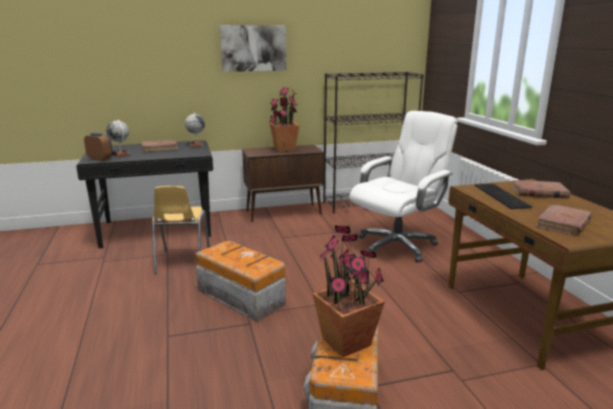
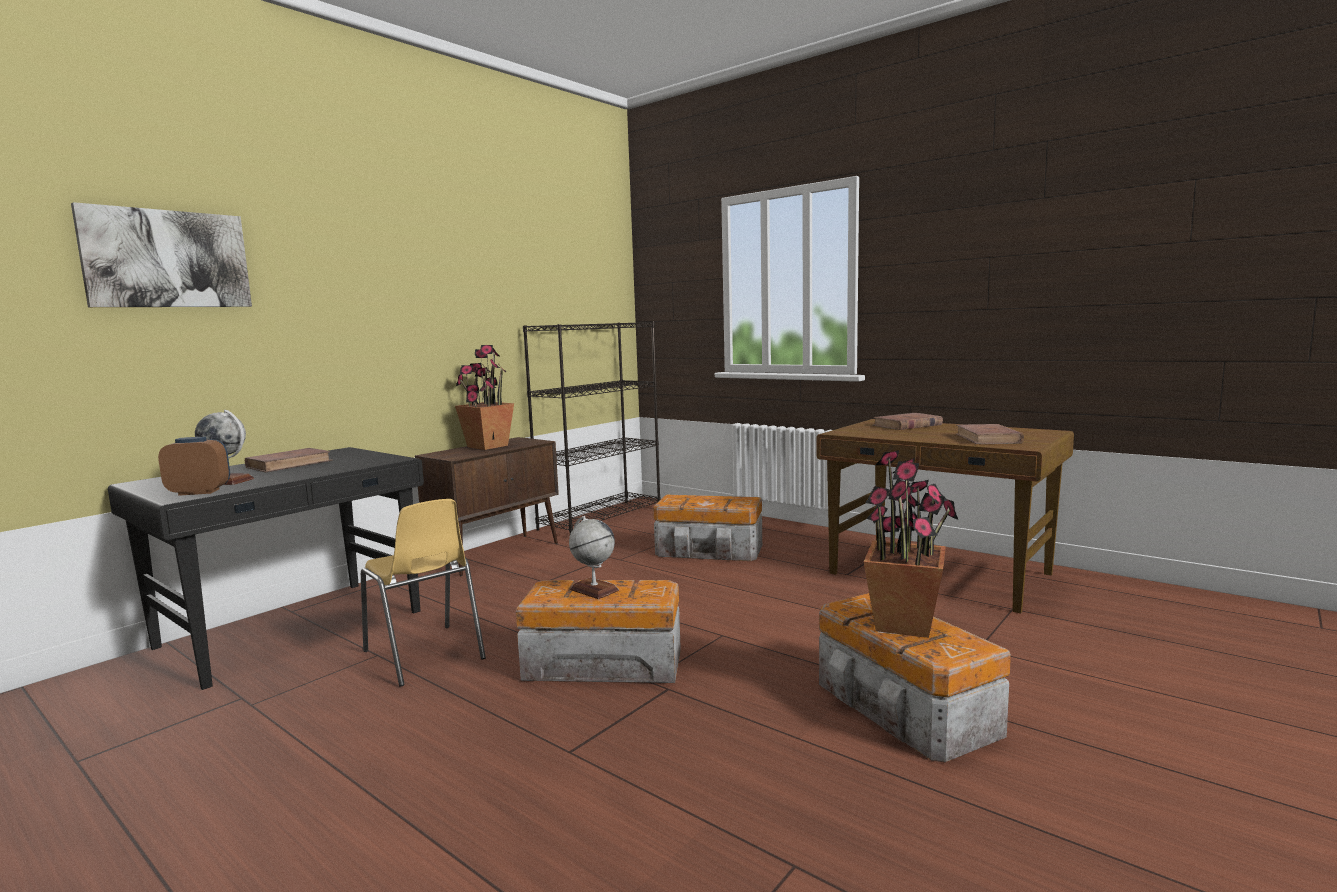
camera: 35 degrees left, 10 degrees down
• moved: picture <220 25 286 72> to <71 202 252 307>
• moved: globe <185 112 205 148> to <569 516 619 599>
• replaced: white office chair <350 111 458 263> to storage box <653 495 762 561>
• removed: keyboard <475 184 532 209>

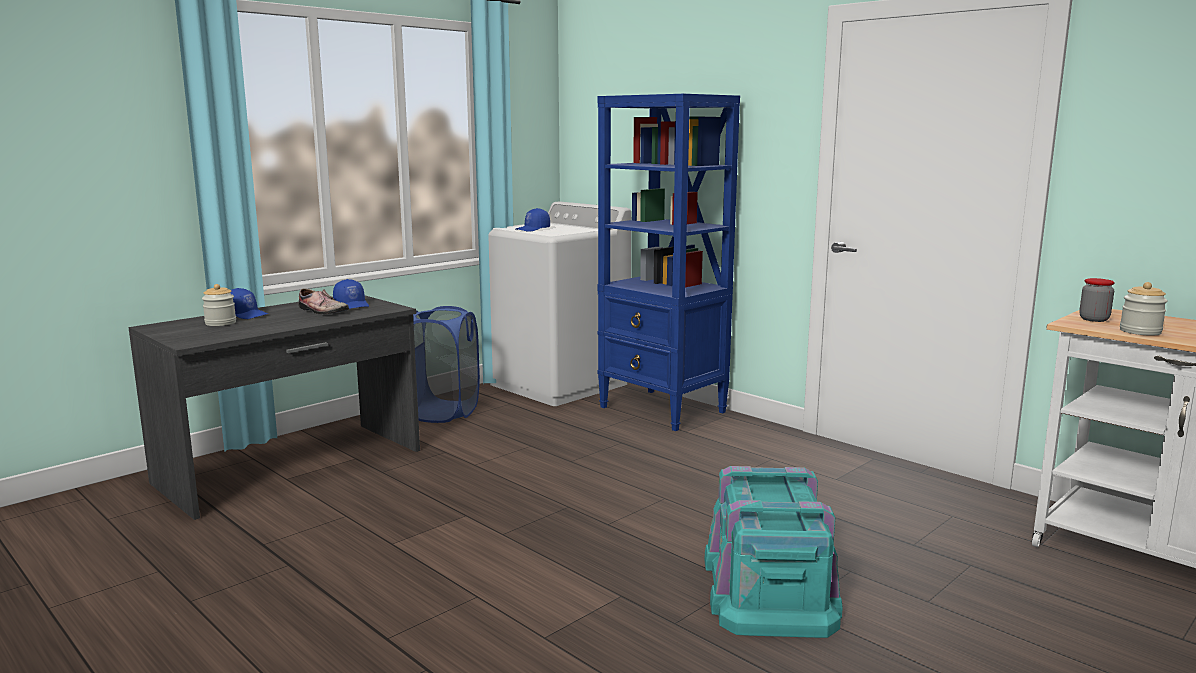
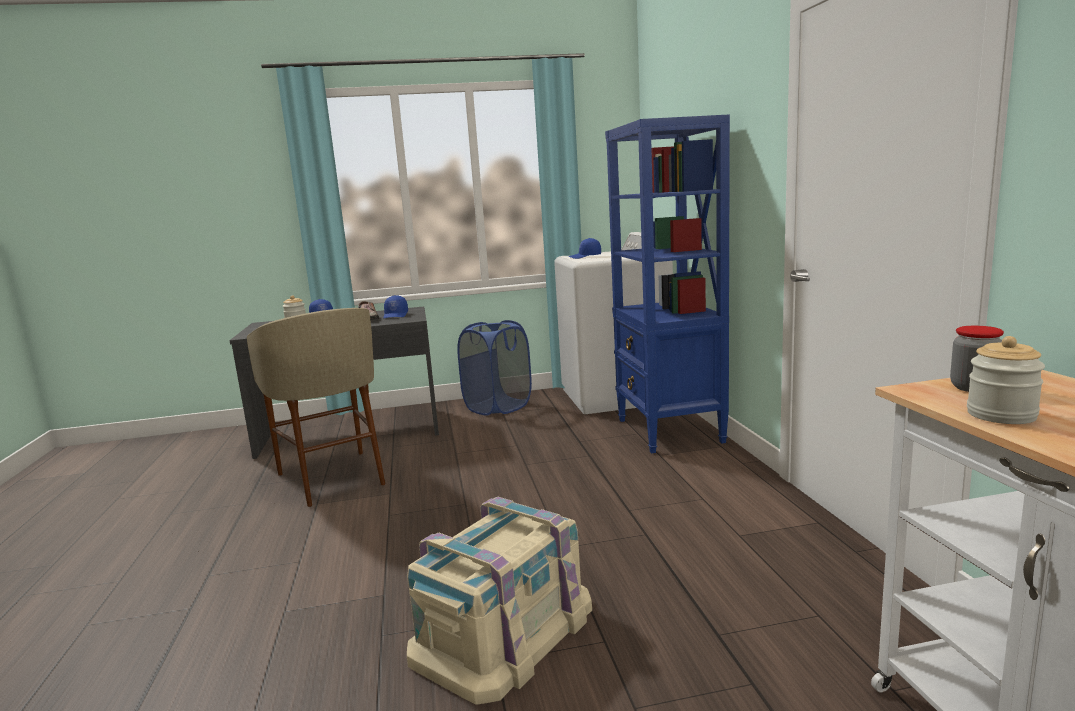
camera: 35 degrees right, 0 degrees up
• added: beige stool <247 308 385 507>
• recoloured: turquoise storage box <704 466 843 638> to beige storage box <407 497 592 705>

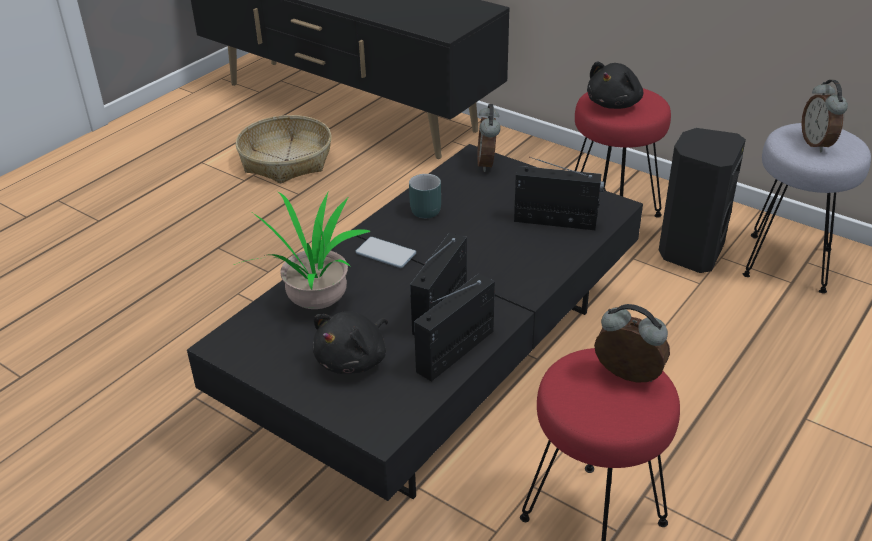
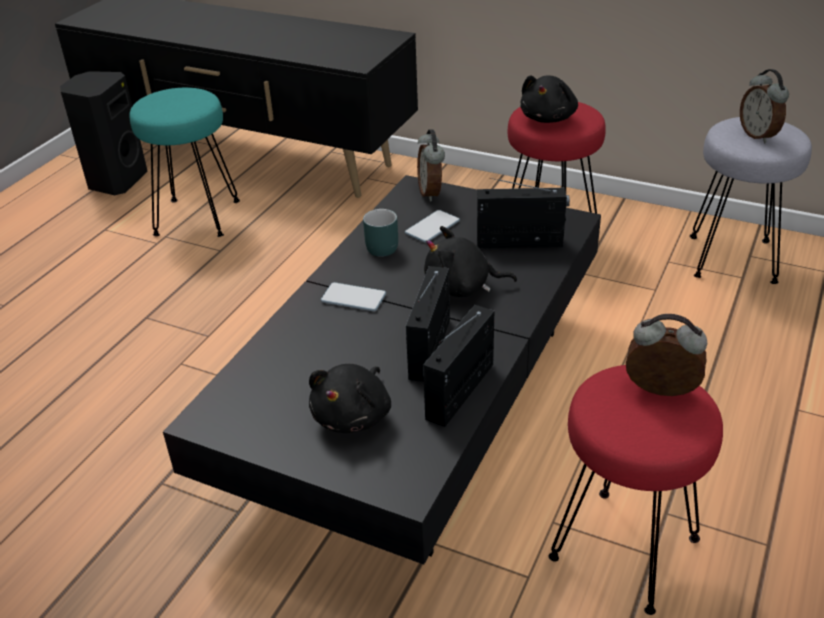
camera: 10 degrees left, 0 degrees up
• moved: black speaker <659 128 746 273> to <60 71 148 195>
• replaced: basket <236 115 332 184> to turquoise stool <130 88 240 237>
• added: phone <405 210 460 243>
• added: black plush toy <424 226 517 297>
• removed: potted plant <234 190 370 309>

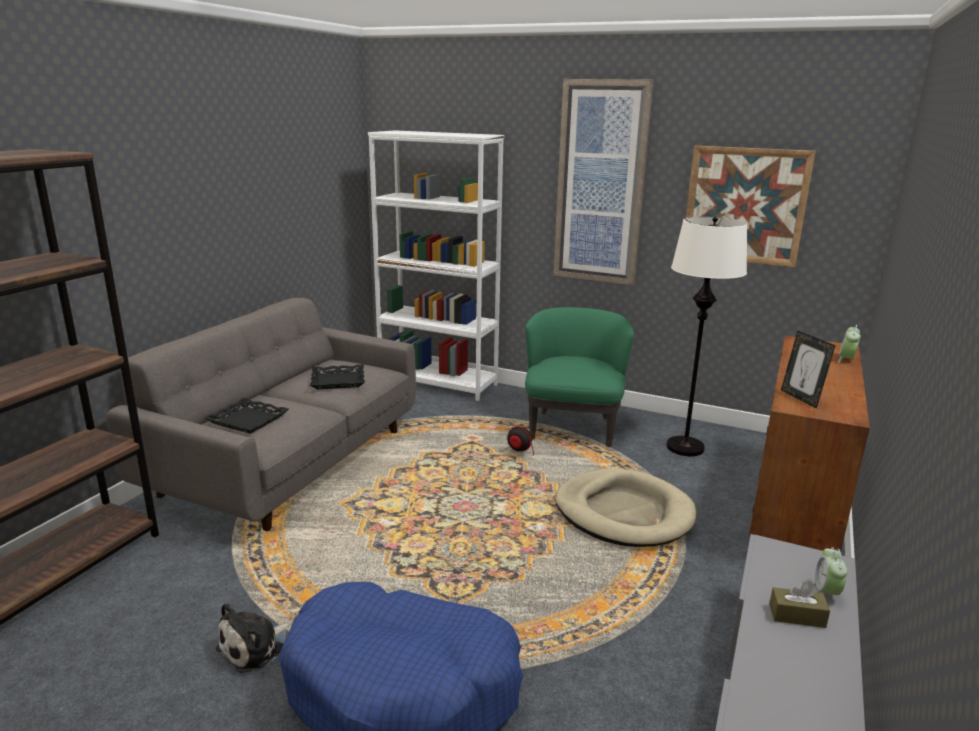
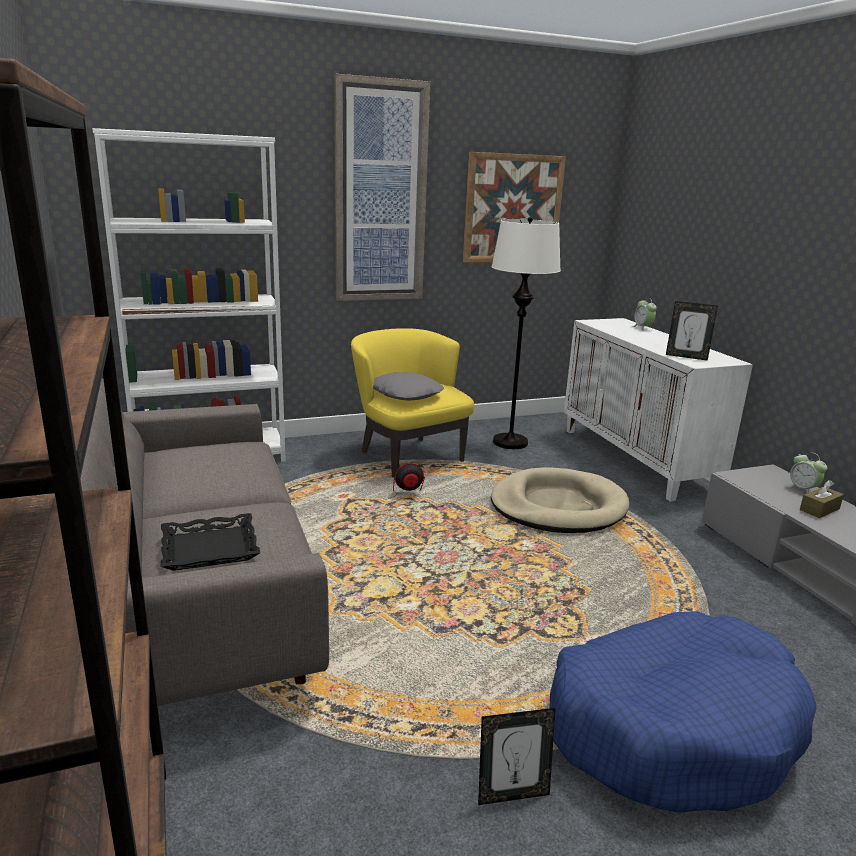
camera: 45 degrees left, 0 degrees up
• recoloured: green armchair <525 307 634 447> to yellow armchair <351 328 474 478>
• added: grey pillow <373 372 444 401>
• replaced: plush toy <216 603 289 673> to picture frame <478 708 556 805>
• recoloured: brown cabinet <749 335 870 552> to white cabinet <564 318 753 502>
• removed: black tray <310 364 365 389>

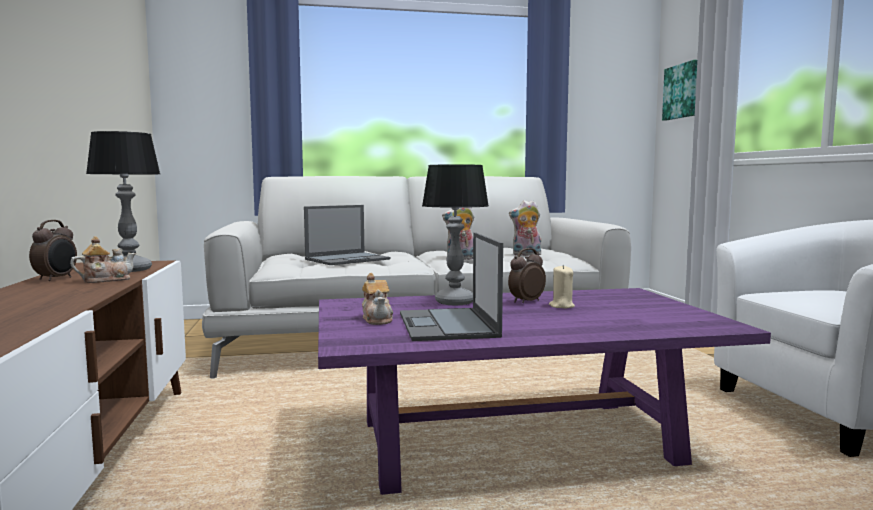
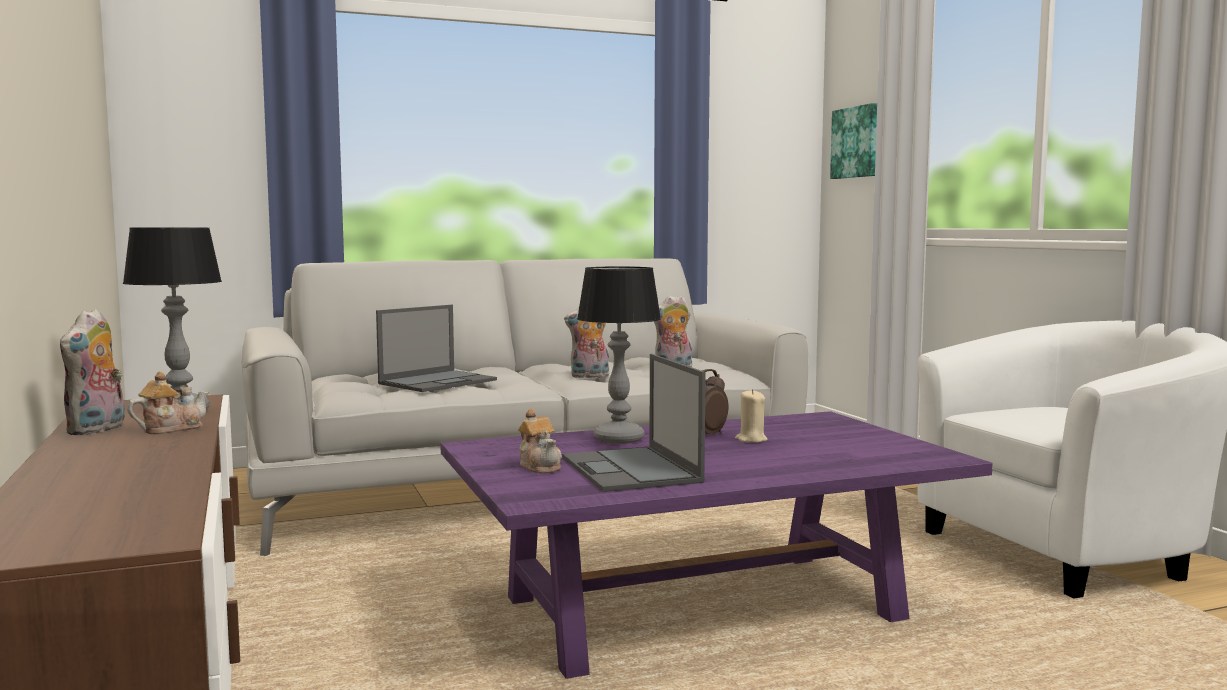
camera: 10 degrees left, 0 degrees up
• replaced: alarm clock <29 220 77 281> to plush toy <60 309 125 435>

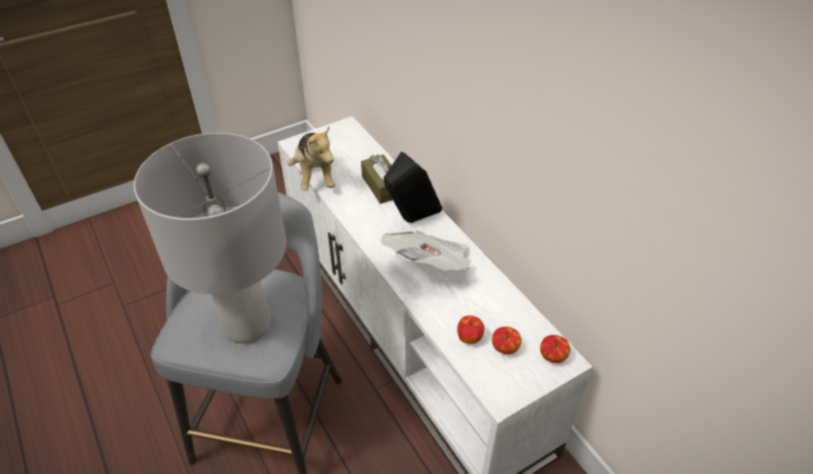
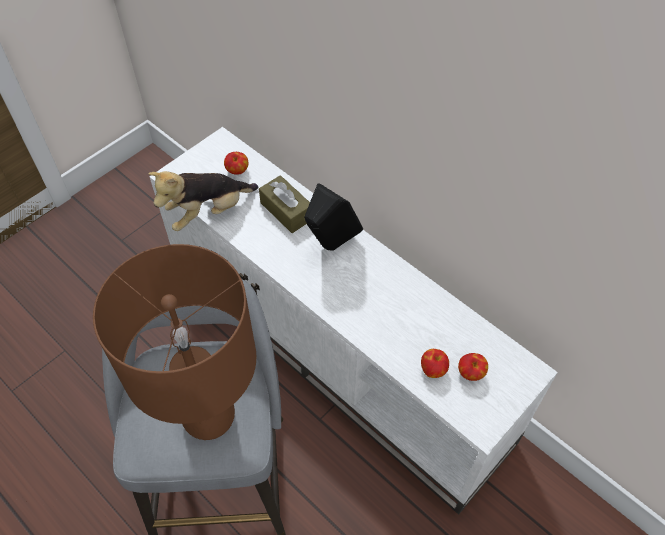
camera: 15 degrees left, 10 degrees up
• recoloured: grey table lamp <134 133 287 344> to brown table lamp <93 244 256 440>
• turned: plush toy <287 127 335 191> = <148 171 258 231> 90 degrees clockwise
• moved: apple <540 335 570 363> to <224 152 249 175>
• removed: newspaper <381 231 472 270>

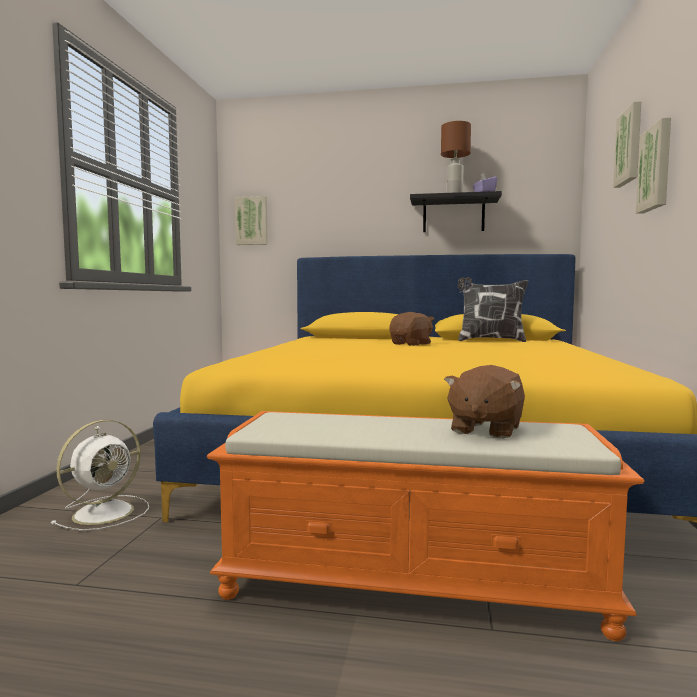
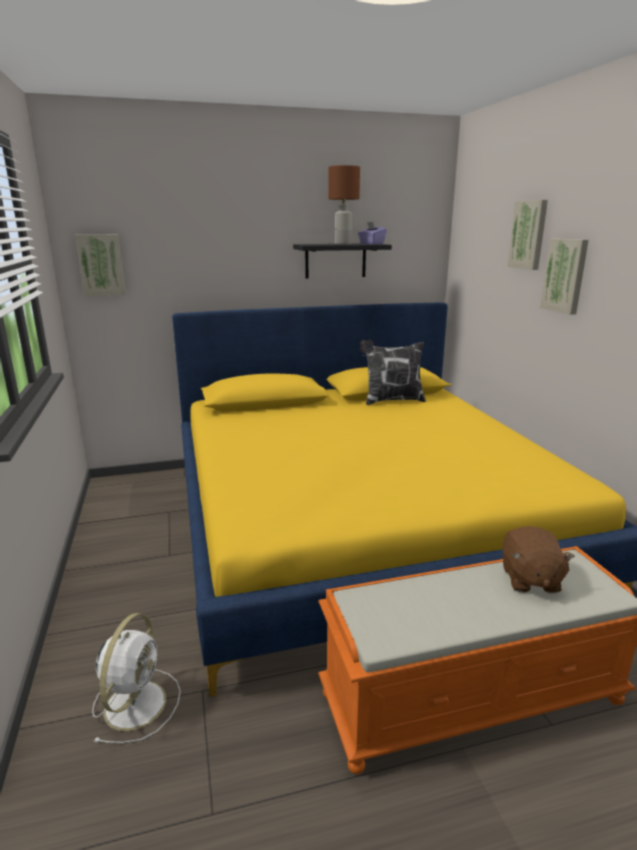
camera: 25 degrees left, 15 degrees up
• removed: brown plush toy <389 312 434 346>

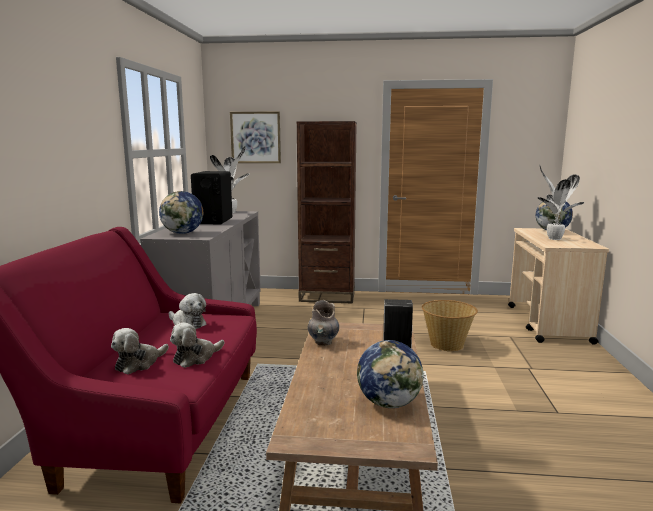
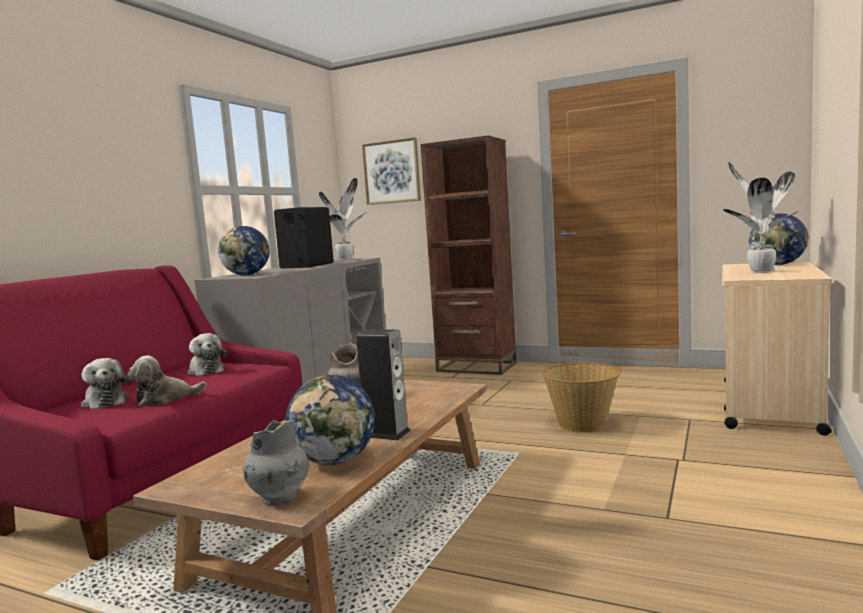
camera: 20 degrees right, 5 degrees down
• turned: plush toy <111 328 169 374> = <81 358 131 409> 90 degrees counterclockwise
• added: grey vase <243 419 309 506>

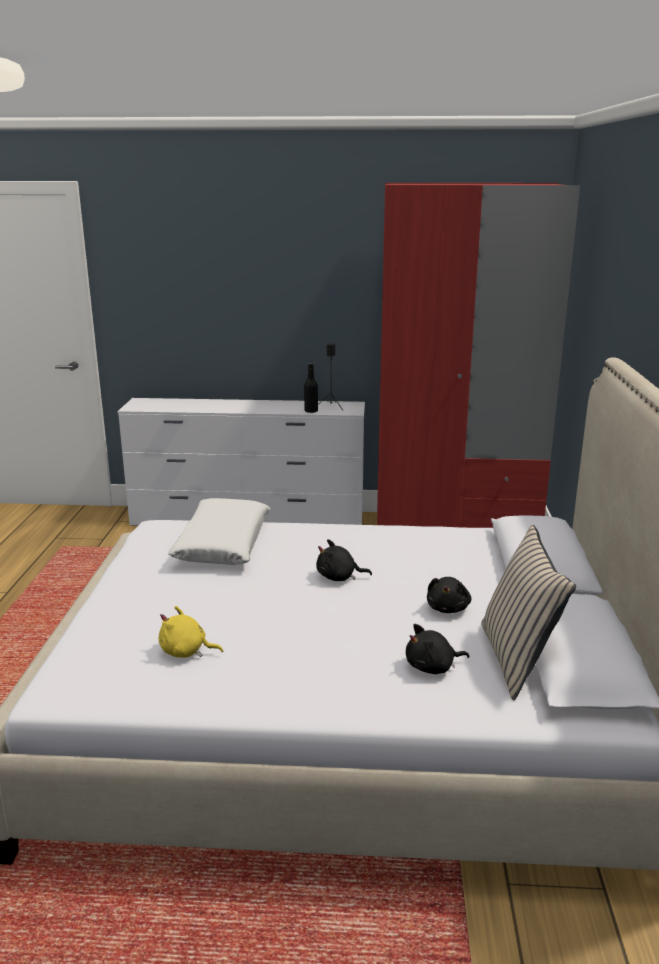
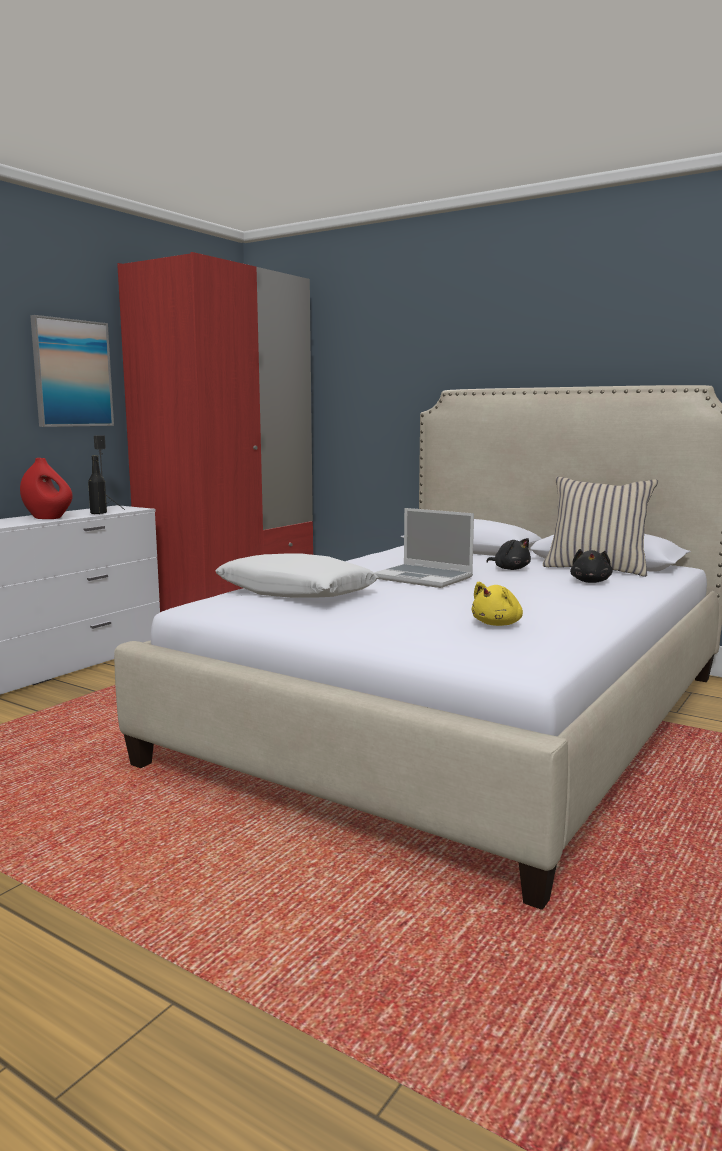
camera: 60 degrees left, 10 degrees down
• added: red vase <20 458 73 519>
• added: picture <30 315 114 427>
• replaced: black plush toy <316 539 372 581> to laptop <374 508 474 588>

